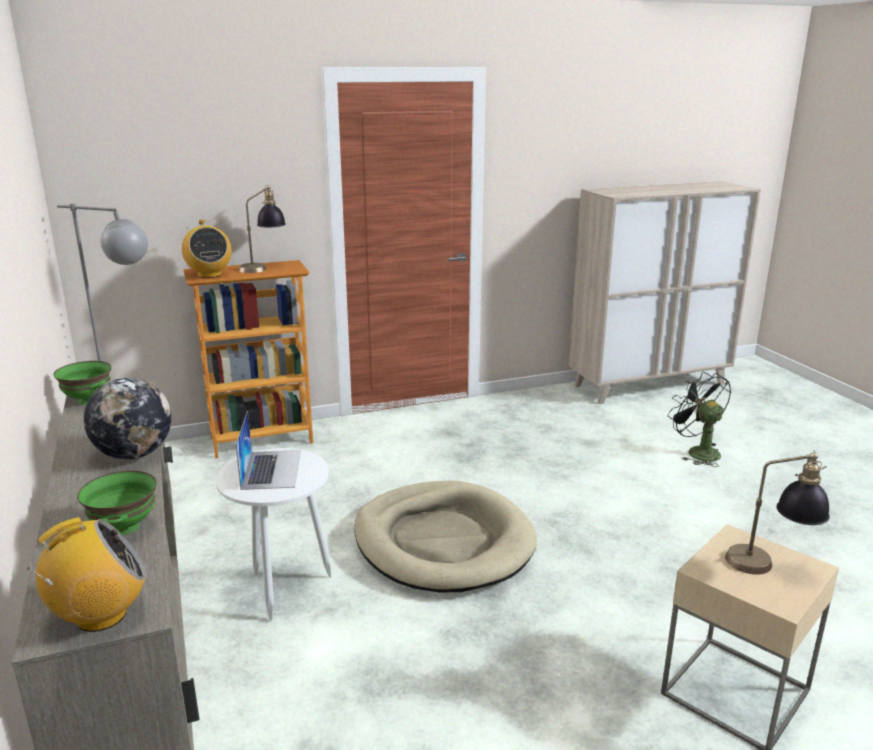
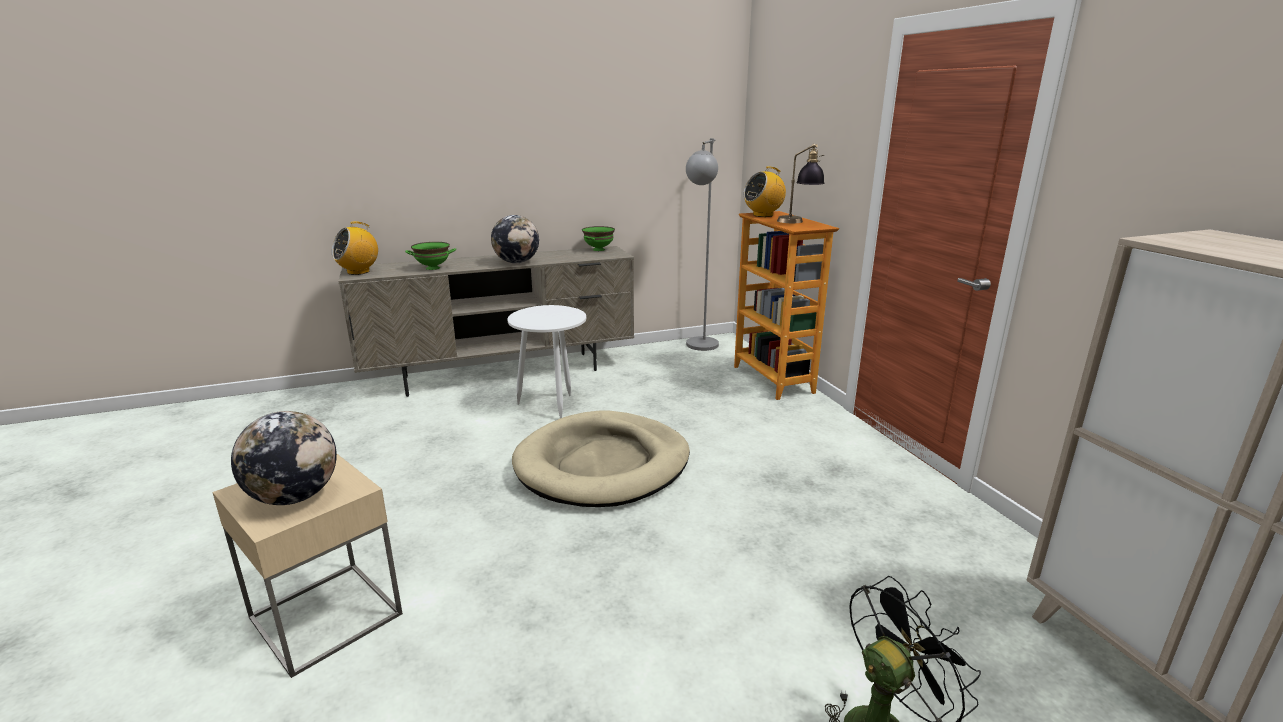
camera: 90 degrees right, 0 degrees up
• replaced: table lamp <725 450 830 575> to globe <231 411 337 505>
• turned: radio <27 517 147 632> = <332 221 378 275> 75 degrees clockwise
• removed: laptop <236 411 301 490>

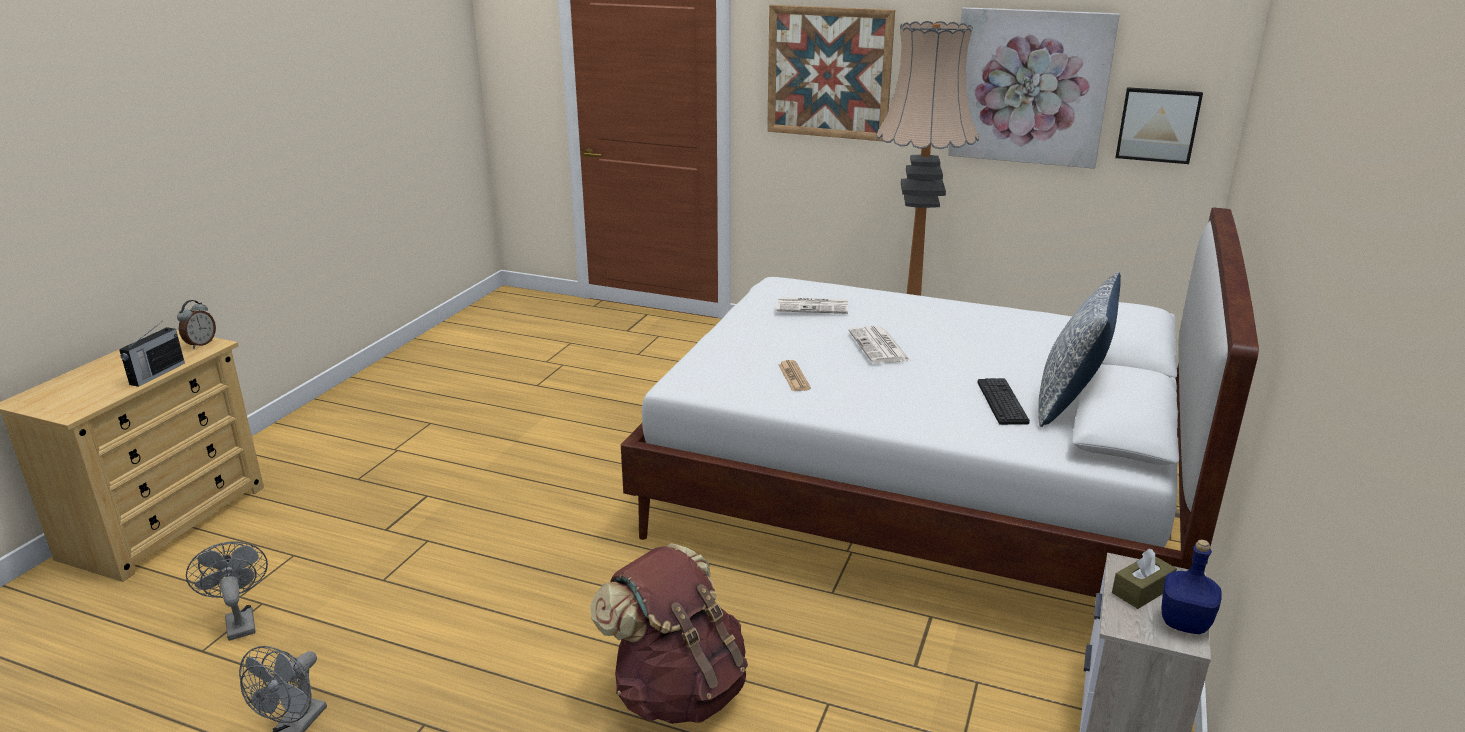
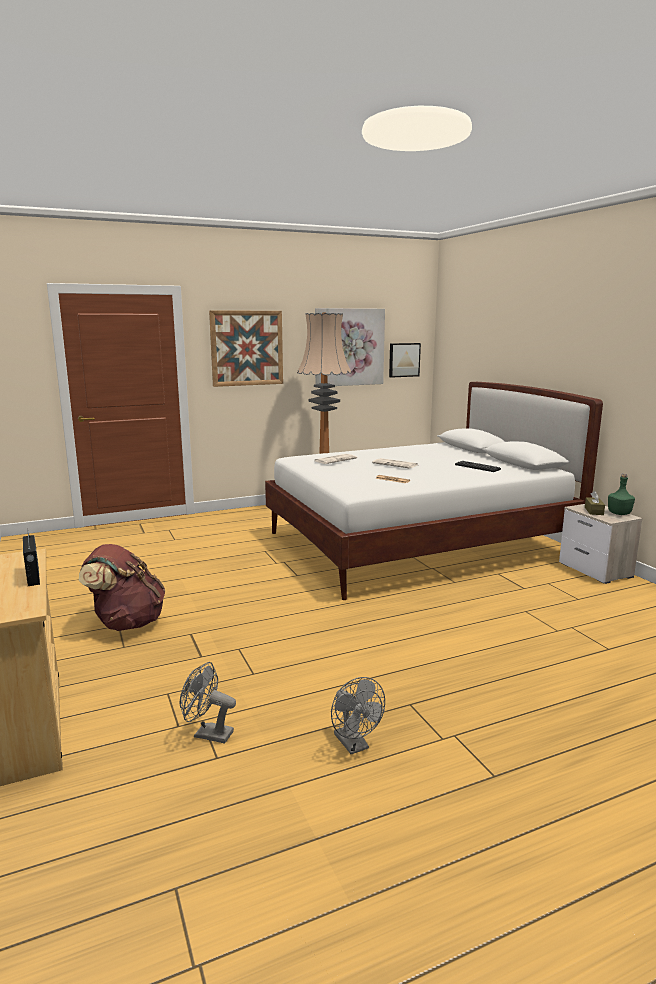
camera: 45 degrees left, 10 degrees down
• moved: brown backpack <590 543 748 724> to <79 544 165 631>
• recoloured: blue bottle <1162 540 1222 634> to green bottle <608 474 635 515>
• removed: alarm clock <177 300 216 349>
• removed: pillow <1038 272 1121 427>

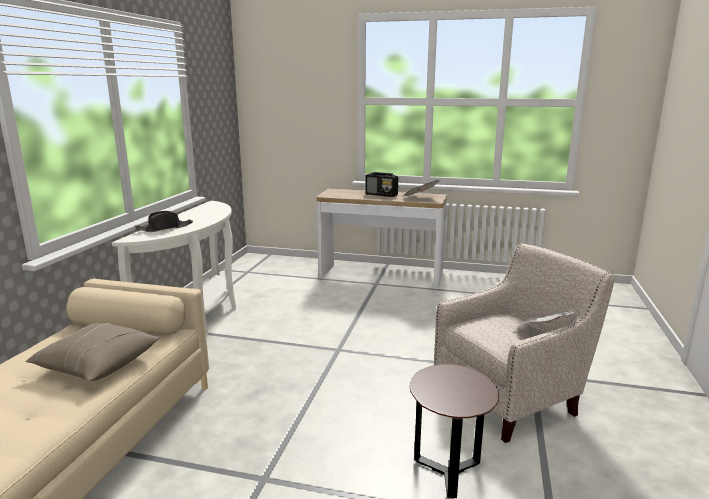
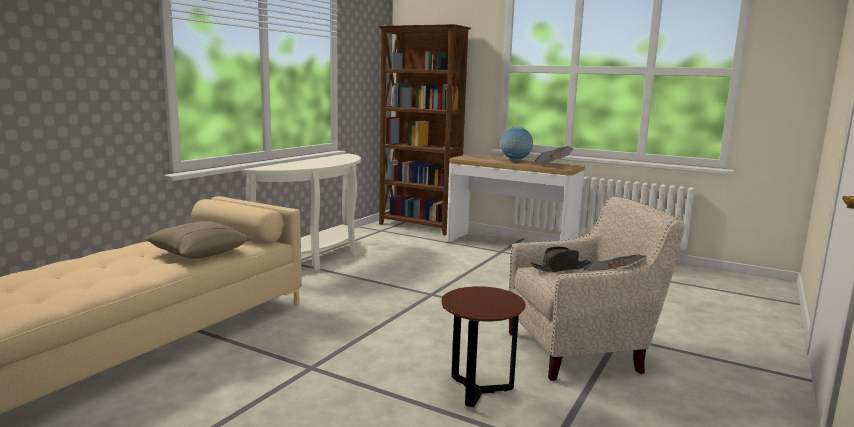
camera: 15 degrees right, 5 degrees down
• added: brown bookcase <378 24 471 235>
• replaced: radio <365 172 398 197> to globe <500 126 533 162>
• moved: black hat <134 211 193 232> to <530 246 591 273>

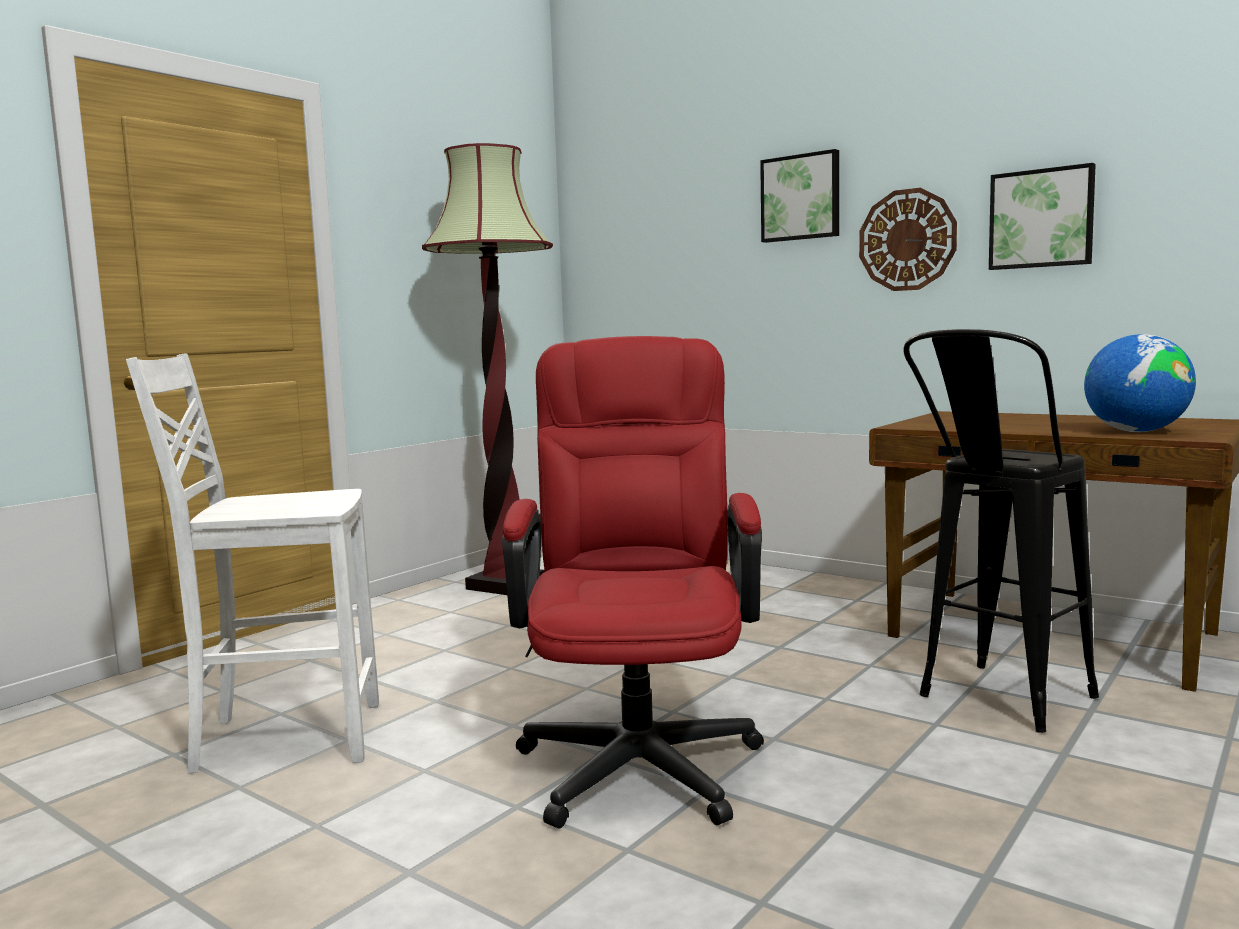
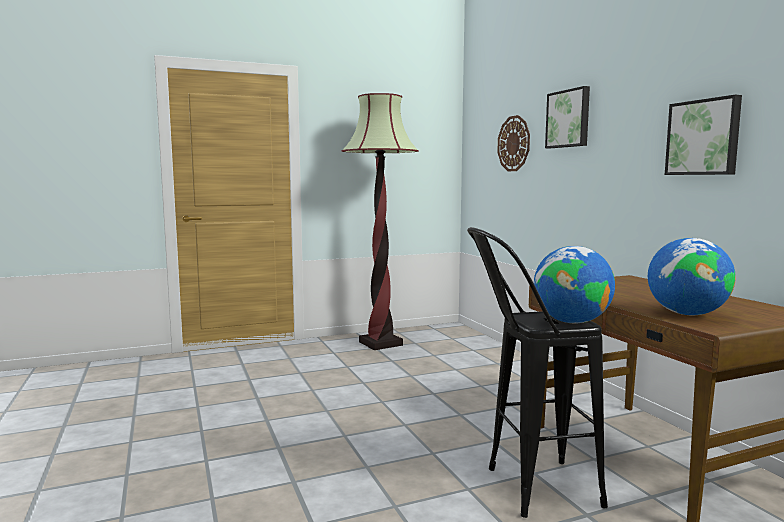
camera: 30 degrees right, 0 degrees up
• moved: wall clock <859 188 957 291> to <497 115 530 171>
• added: globe <534 246 615 324>
• removed: white chair <126 354 379 774>
• removed: red office chair <502 336 764 828>

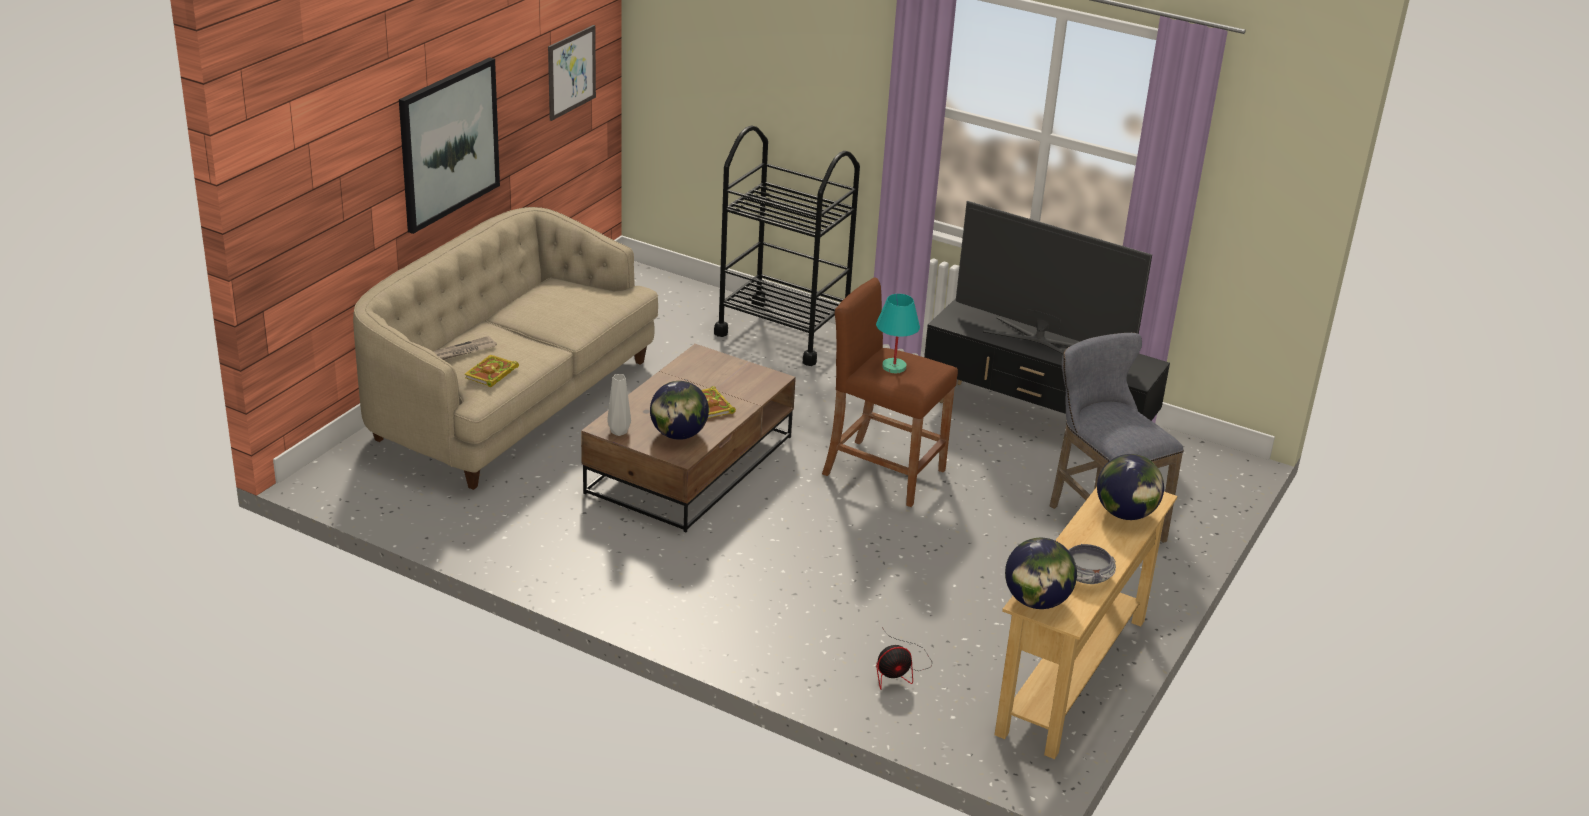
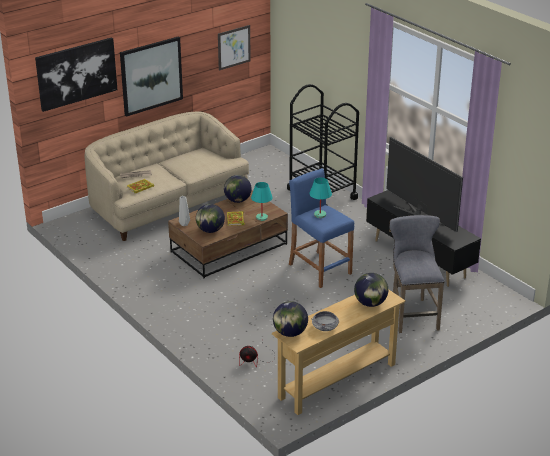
camera: 25 degrees right, 0 degrees up
• added: picture <35 37 117 112>
• added: globe <224 175 252 203>
• added: turquoise table lamp <251 182 273 221>
• recoloured: brown stool <822 277 958 507> to blue stool <289 168 354 288>

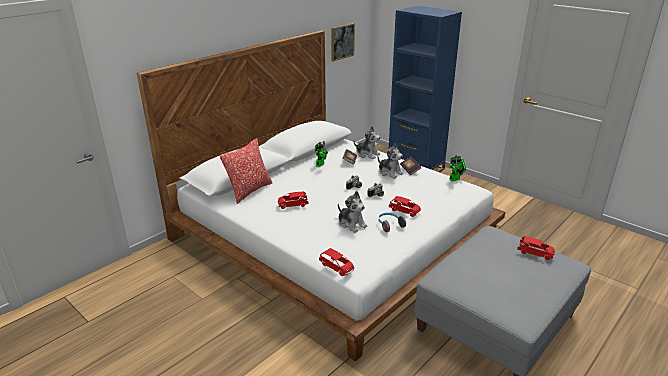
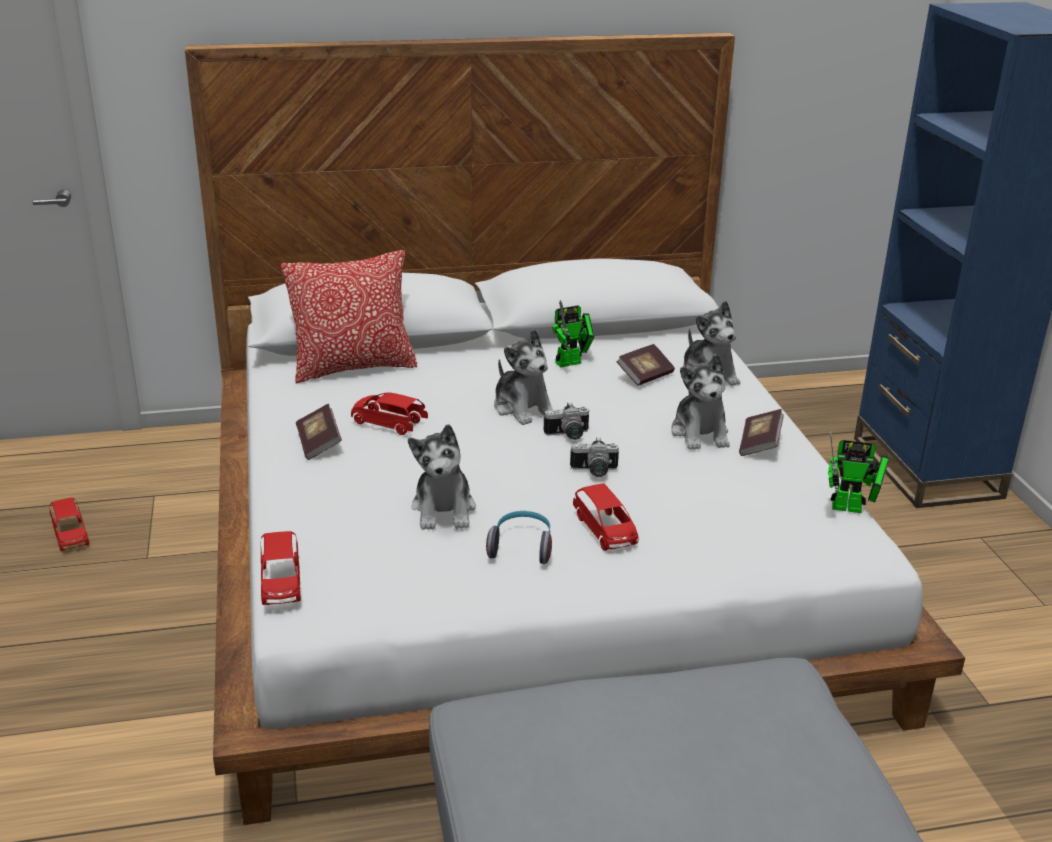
camera: 35 degrees right, 0 degrees up
• moved: red toy car <517 236 555 260> to <49 497 89 551>
• added: book <296 404 342 460>
• added: plush toy <494 329 554 425>
• removed: picture <331 23 355 62>

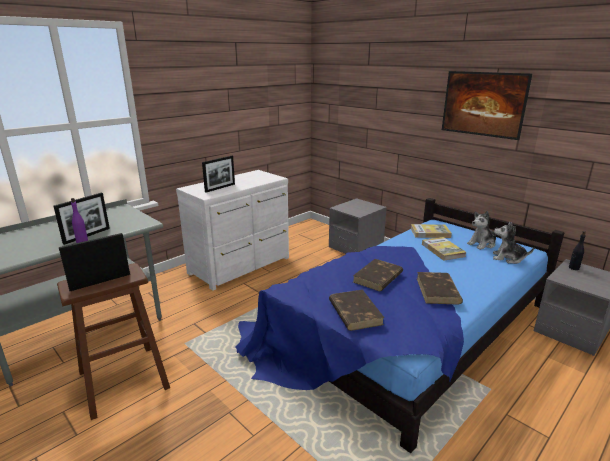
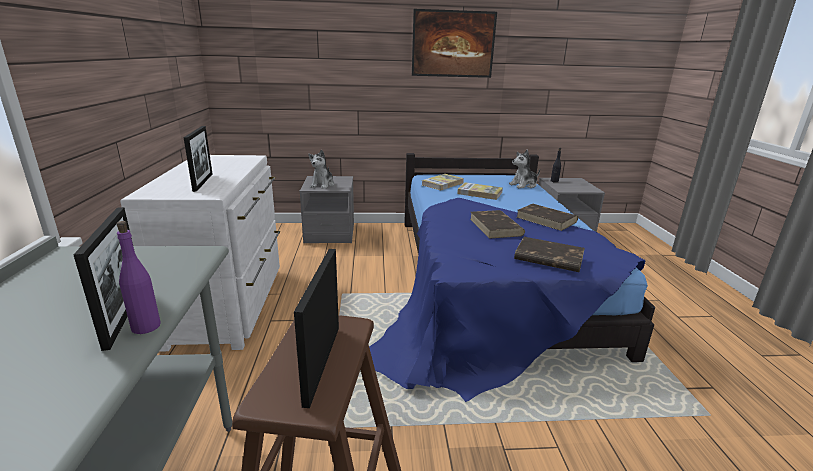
camera: 50 degrees left, 0 degrees up
• moved: plush toy <467 211 496 250> to <308 150 334 189>

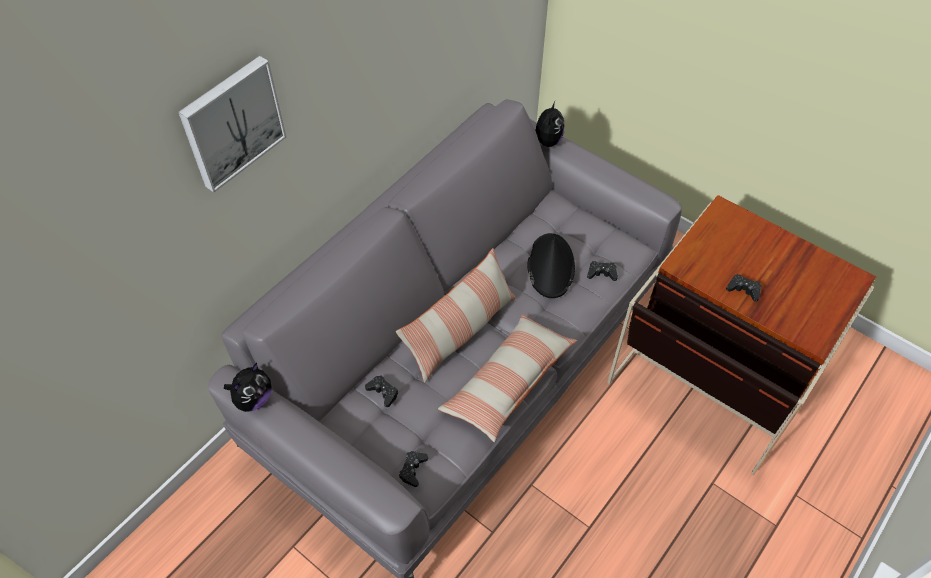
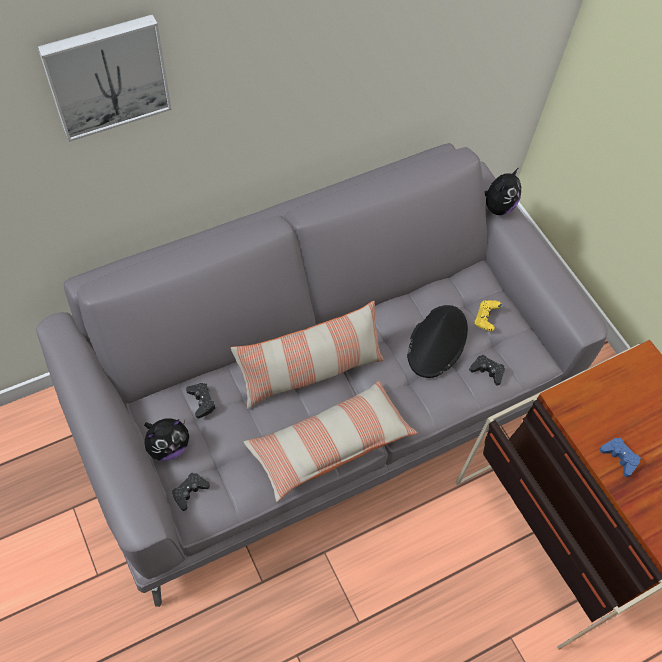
camera: 20 degrees right, 5 degrees up
• moved: plush toy <224 363 271 412> to <144 418 189 461>
• added: yellow game controller <474 300 502 331>
• recoloured: black game controller <726 274 761 302> to blue game controller <599 438 641 477>

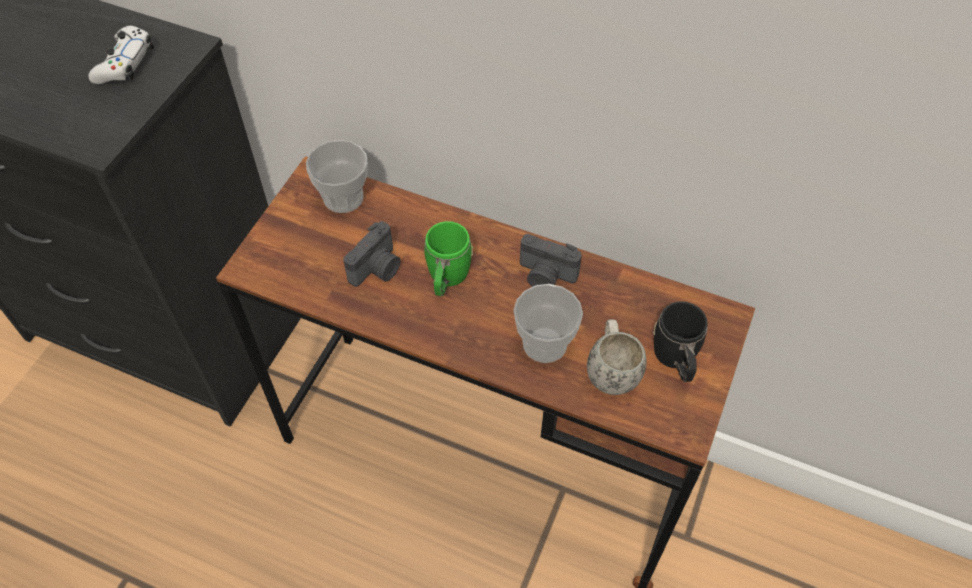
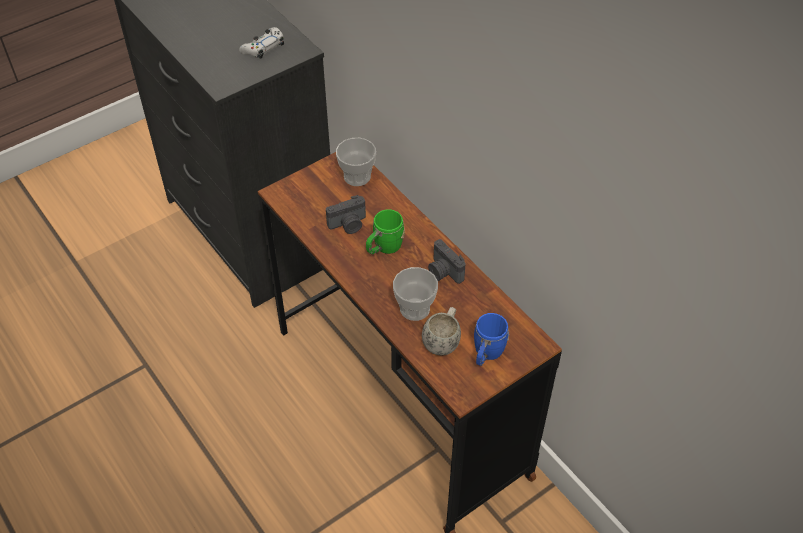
camera: 30 degrees right, 5 degrees down
• recoloured: black mug <653 301 708 382> to blue mug <474 313 510 366>

